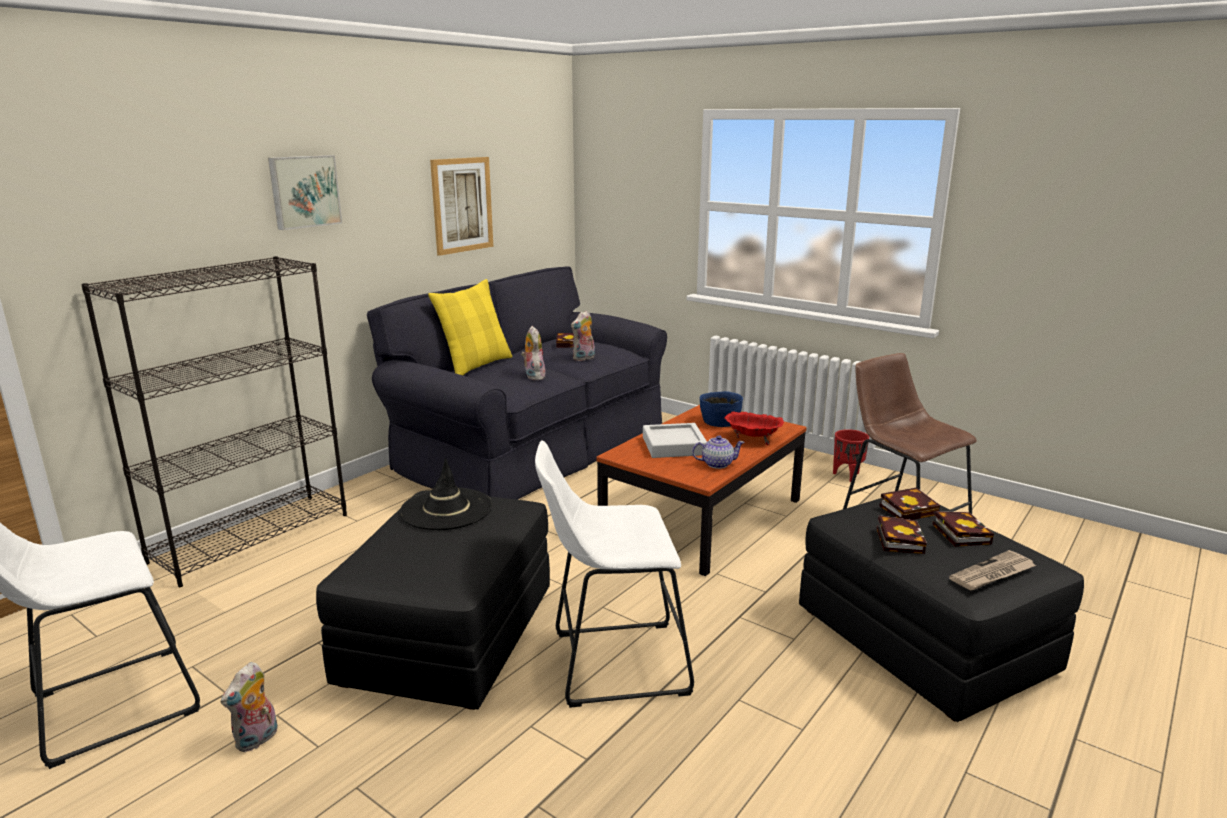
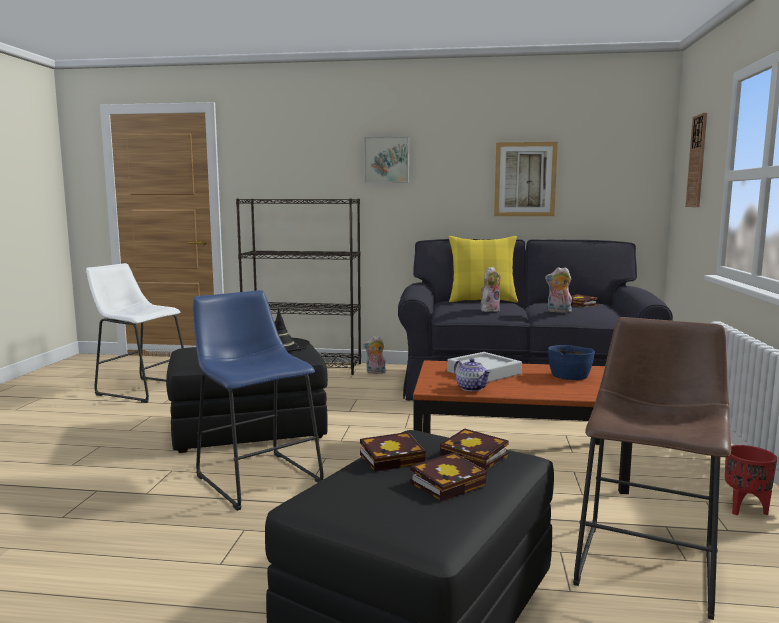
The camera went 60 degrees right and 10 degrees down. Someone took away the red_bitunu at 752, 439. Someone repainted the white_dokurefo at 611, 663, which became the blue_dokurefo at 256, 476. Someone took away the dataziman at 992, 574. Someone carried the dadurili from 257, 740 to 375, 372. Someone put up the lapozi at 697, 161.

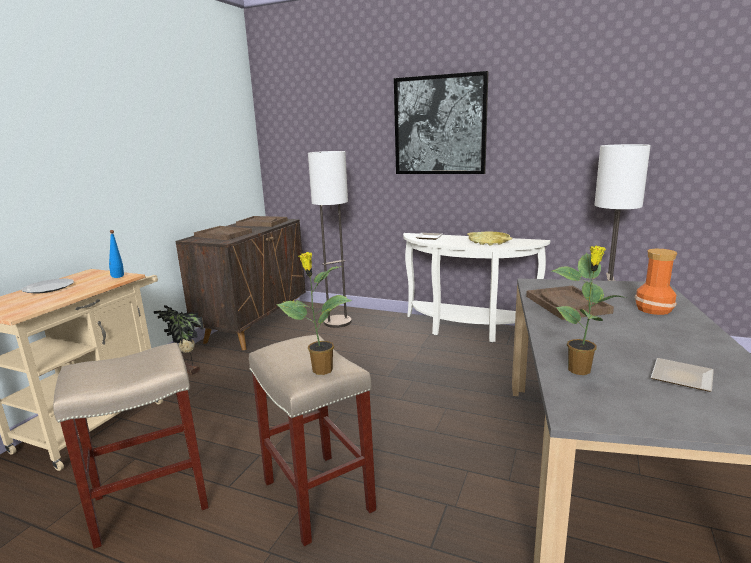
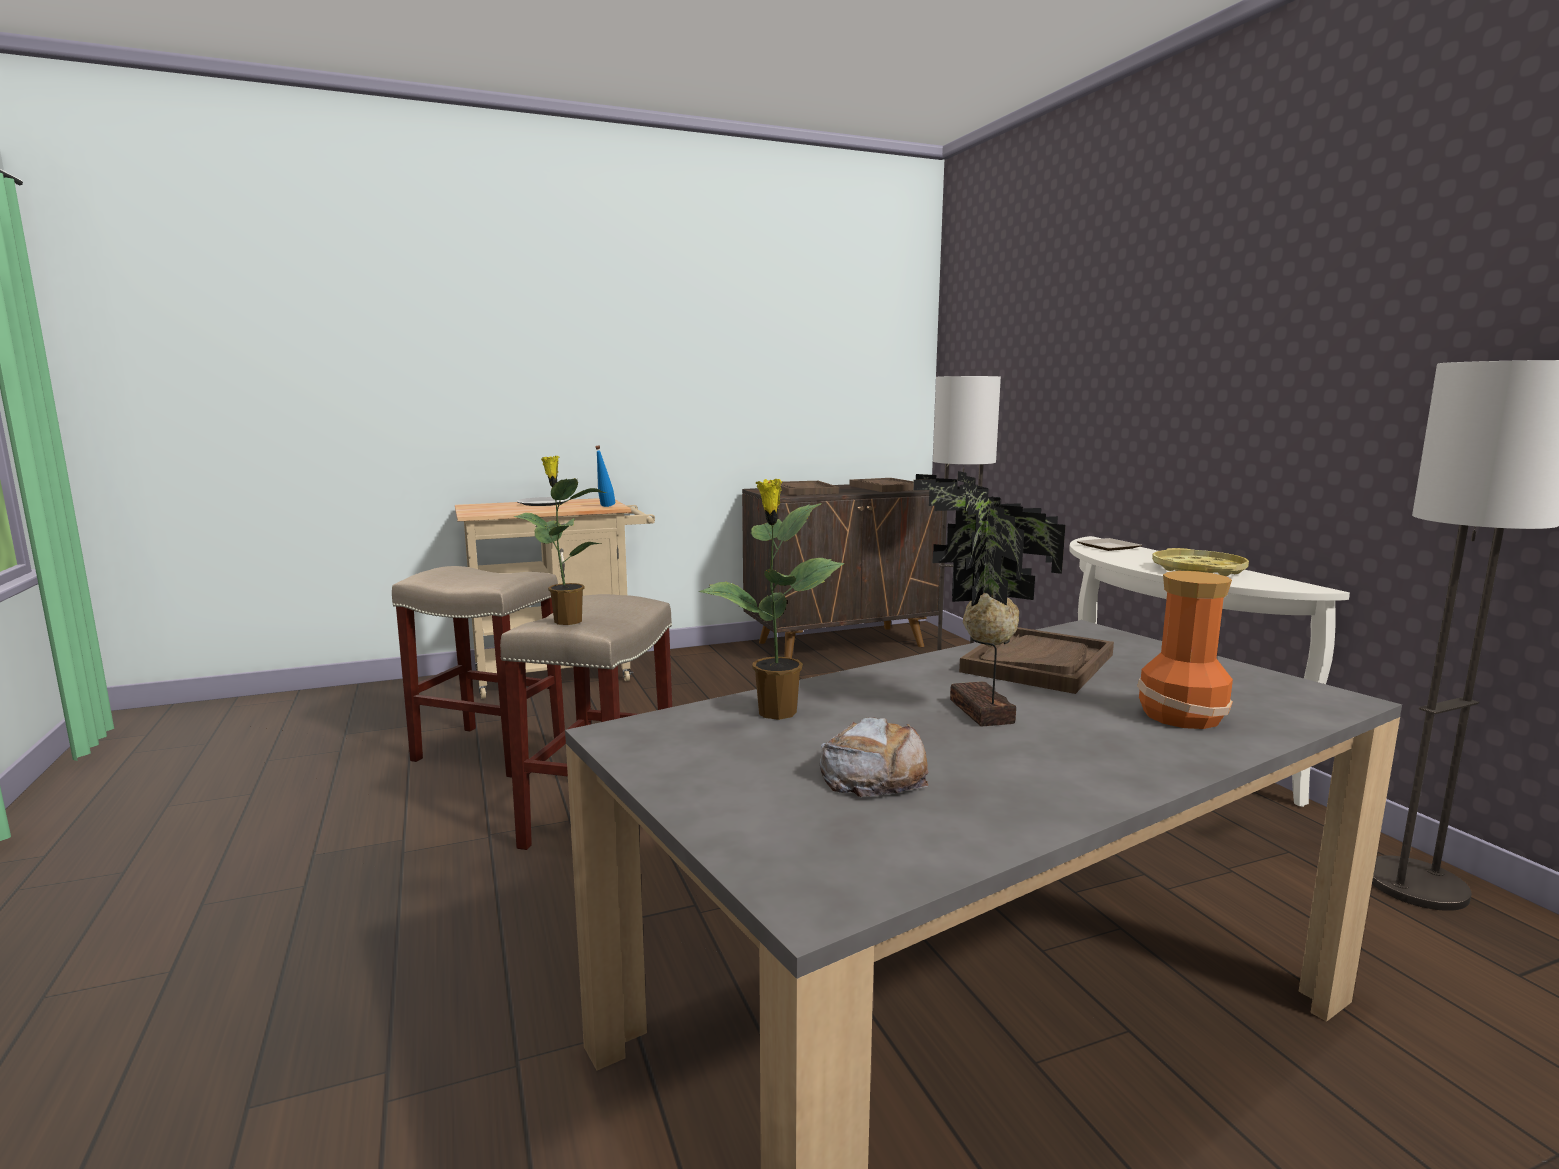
The camera went 45 degrees right and 5 degrees down. Someone took away the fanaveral at 440, 125. Someone carried the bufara from 188, 371 to 977, 713. Someone swapped the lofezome at 679, 378 for the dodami at 874, 774.

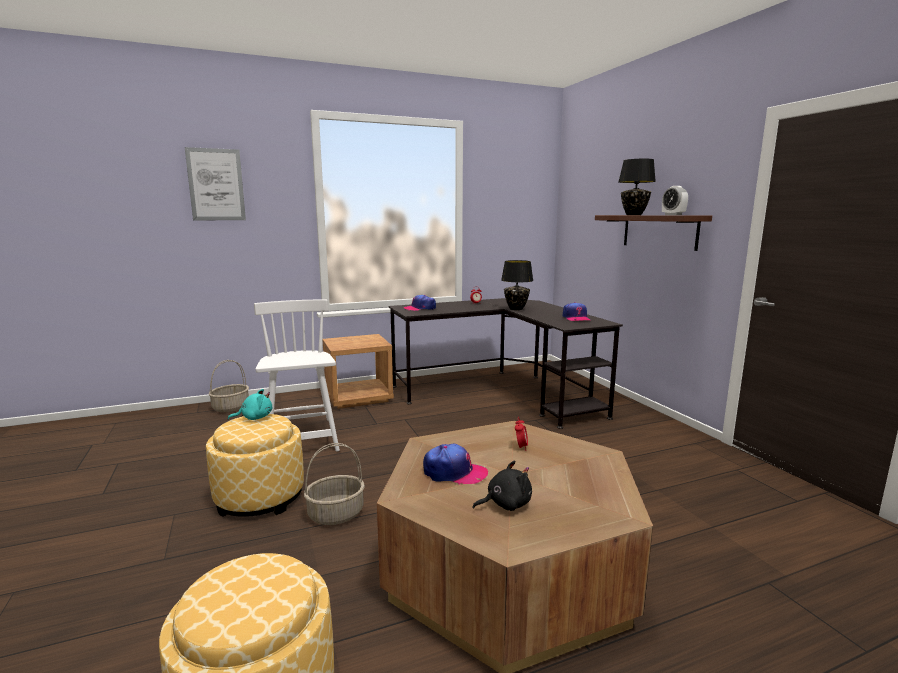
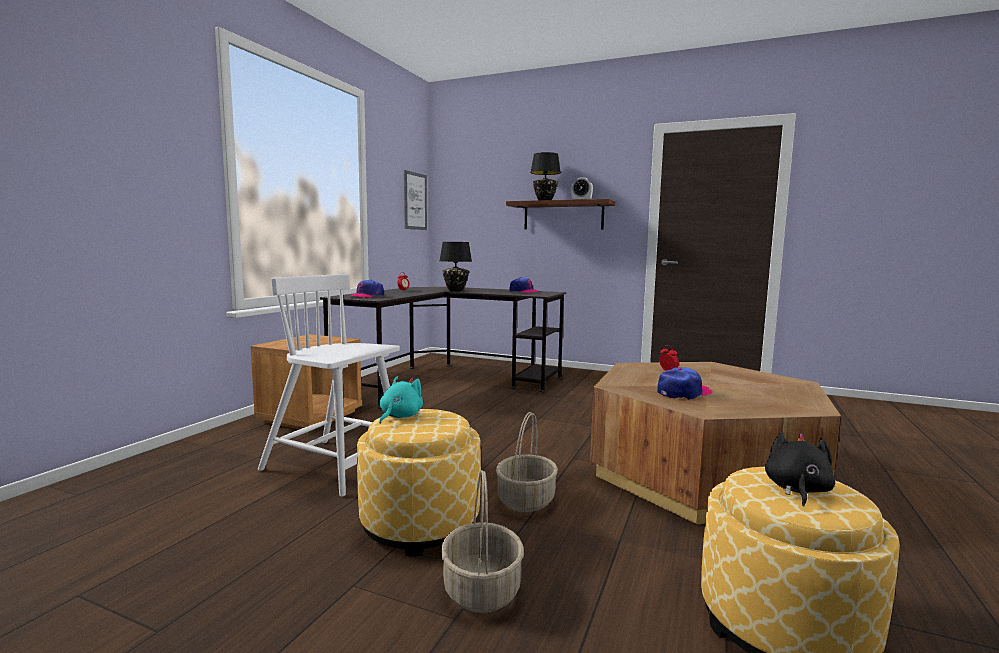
The camera went 45 degrees left and 5 degrees down. Someone carried the fanaveral from 216, 185 to 415, 201. Someone carried the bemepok from 231, 407 to 481, 589. Someone carried the black_dadurili from 505, 504 to 797, 490.

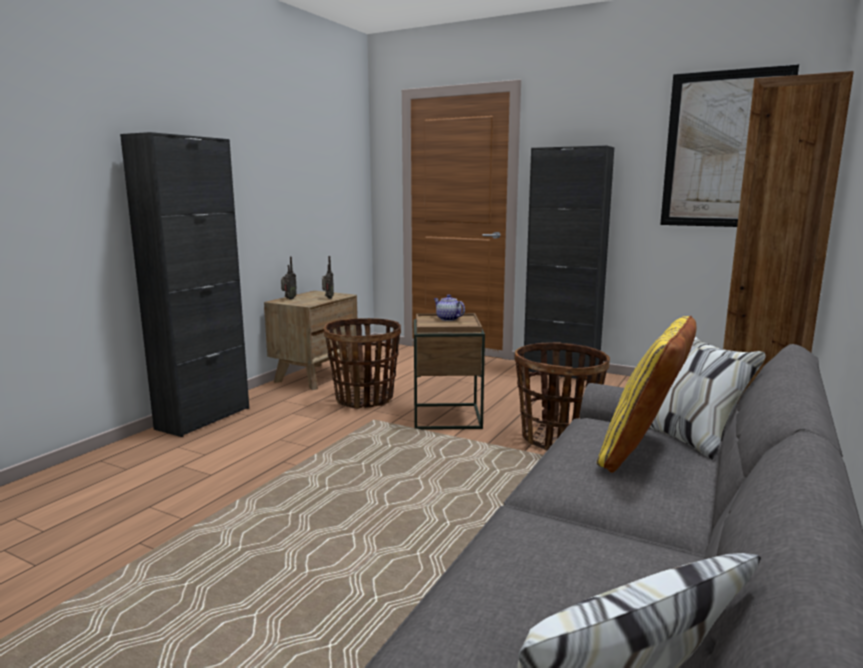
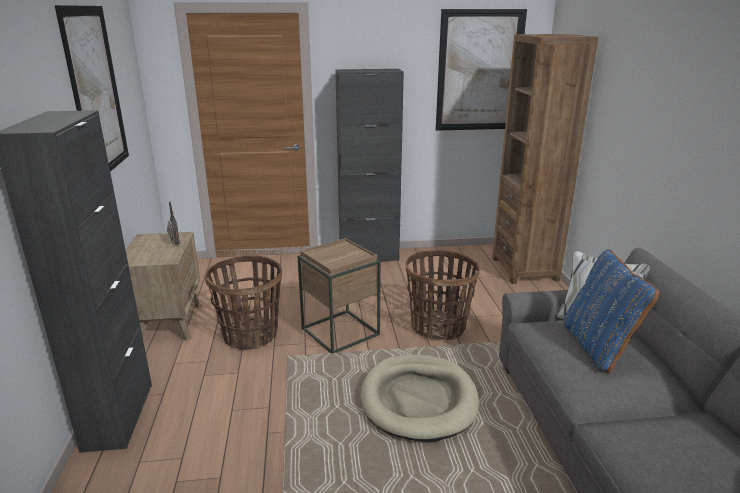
The camera went 35 degrees left and 10 degrees up. Someone took away the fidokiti at 289, 299. Someone took away the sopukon at 448, 319. Someone repainted the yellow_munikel at 643, 451, which became the blue_munikel at 598, 346. Someone put up the fanaveral at 96, 92. Someone put down the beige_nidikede at 418, 400.

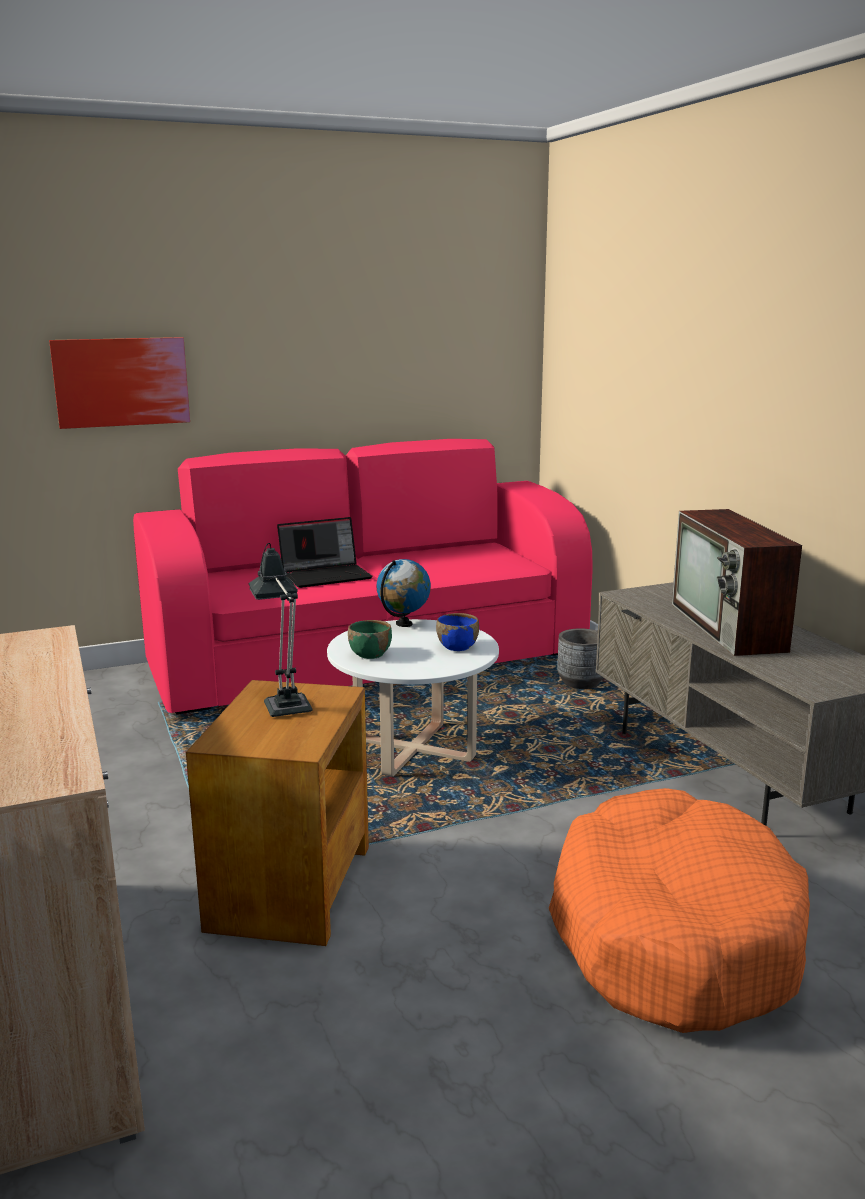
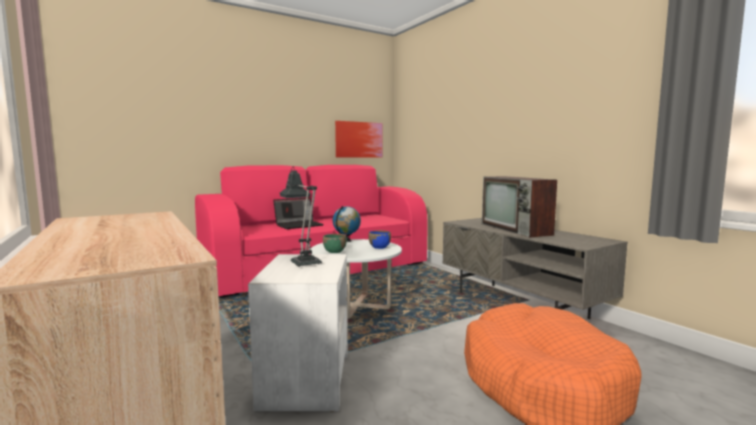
The camera went 10 degrees left and 10 degrees down. Someone carried the fanaveral from 121, 382 to 359, 139. Someone took away the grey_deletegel at 580, 683. Someone repainted the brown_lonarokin at 289, 887, which became the white_lonarokin at 305, 379.

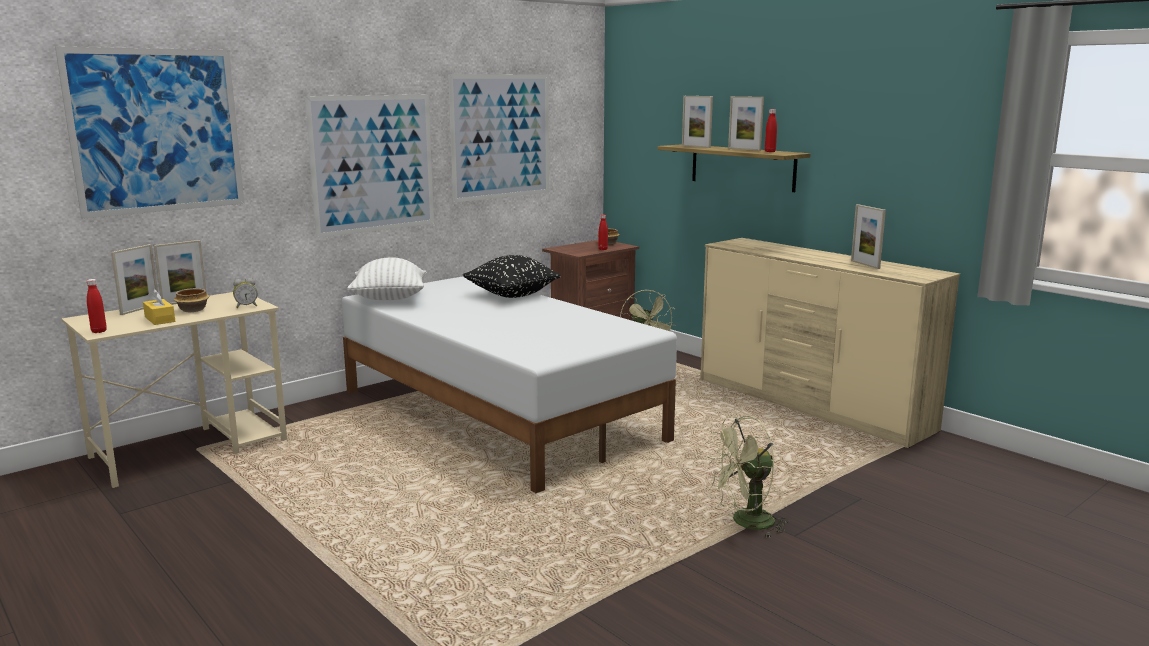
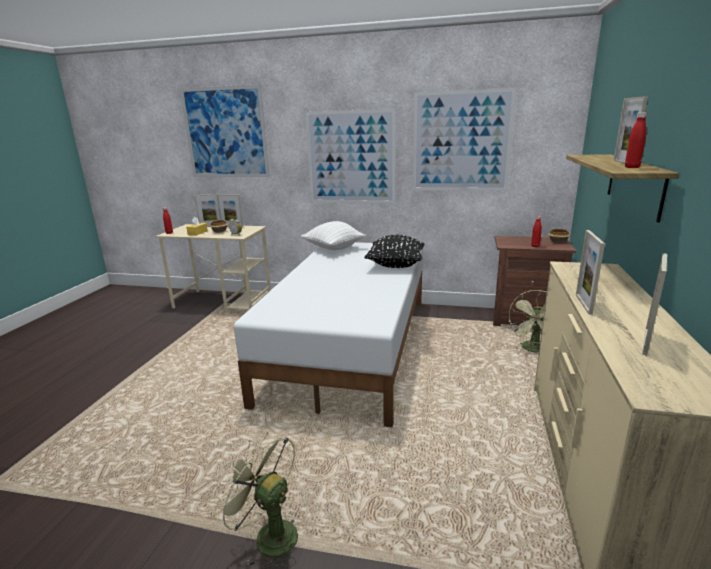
The camera went 55 degrees right and 5 degrees up. Someone carried the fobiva from 696, 146 to 583, 304.

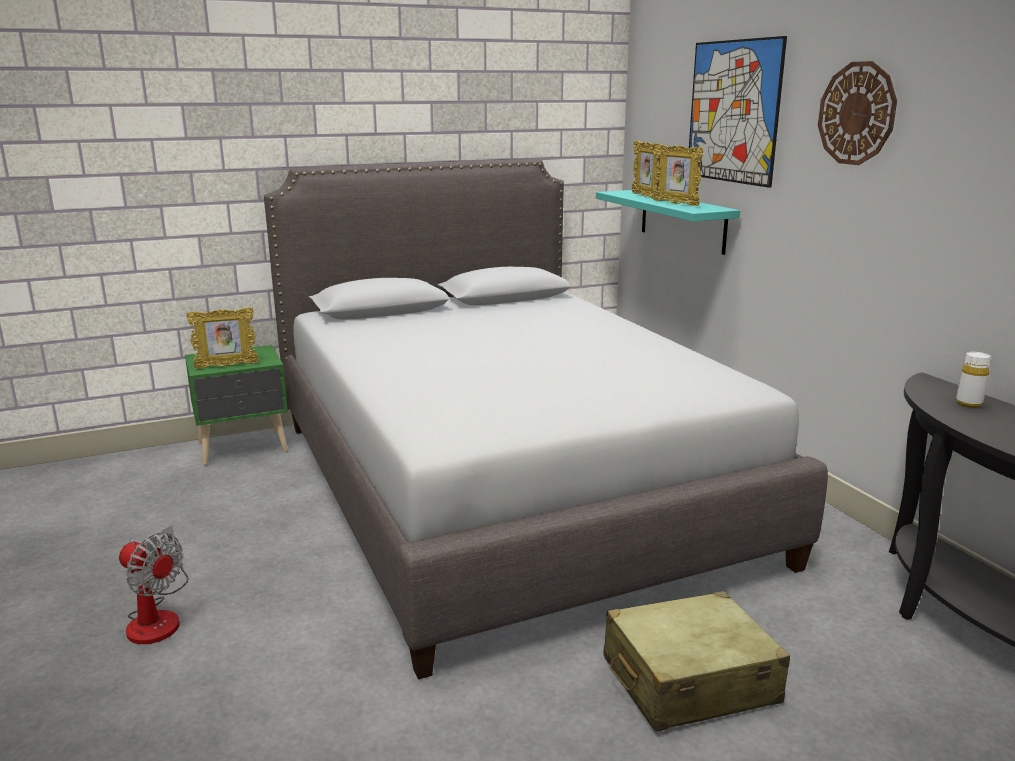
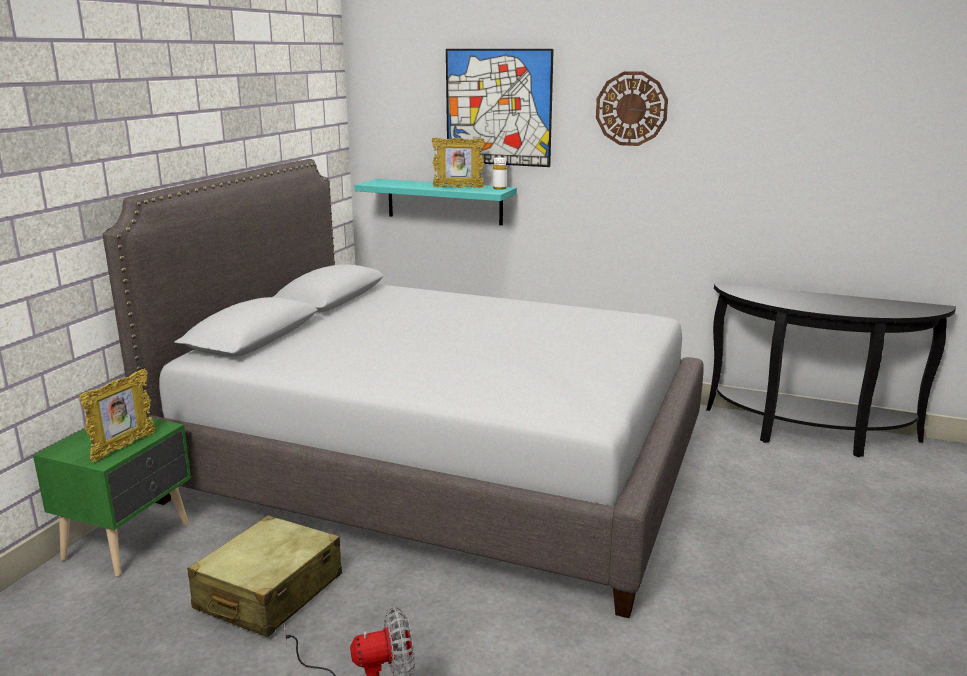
The camera went 45 degrees left and 0 degrees up. Someone took away the fobiva at 645, 196. Someone carried the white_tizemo from 968, 403 to 499, 188. Someone carried the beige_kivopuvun from 689, 681 to 269, 593.

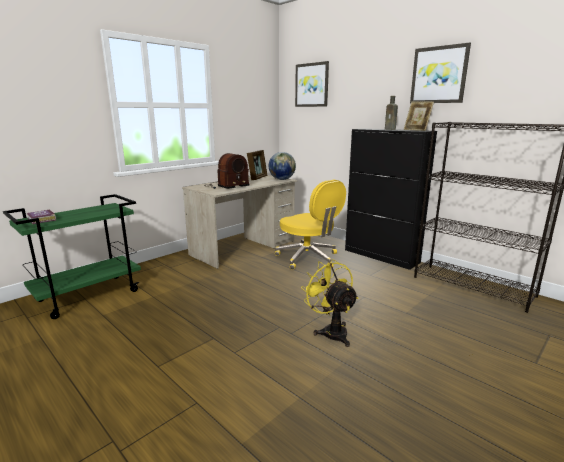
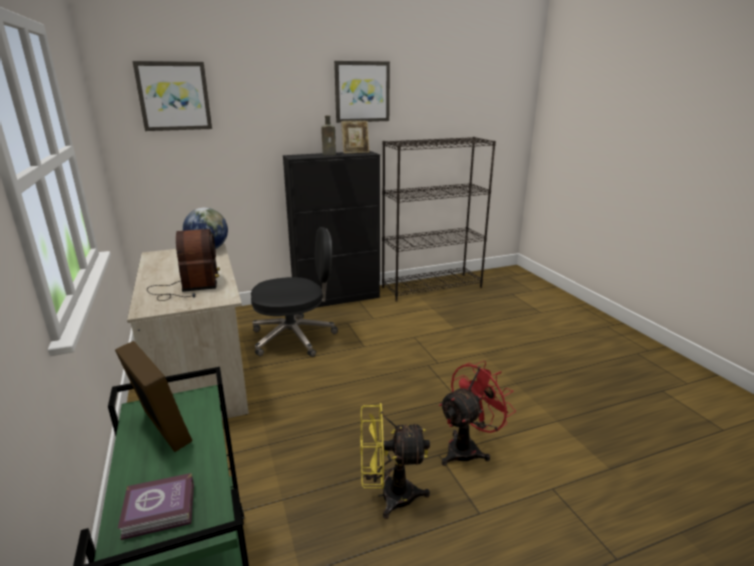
The camera went 65 degrees left and 5 degrees up. Someone carried the fobiva from 257, 178 to 161, 429. Someone repainted the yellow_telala at 308, 258, which became the black_telala at 295, 337. Someone carried the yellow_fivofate from 331, 331 to 388, 496. Someone put down the red_fivofate at 468, 448.

